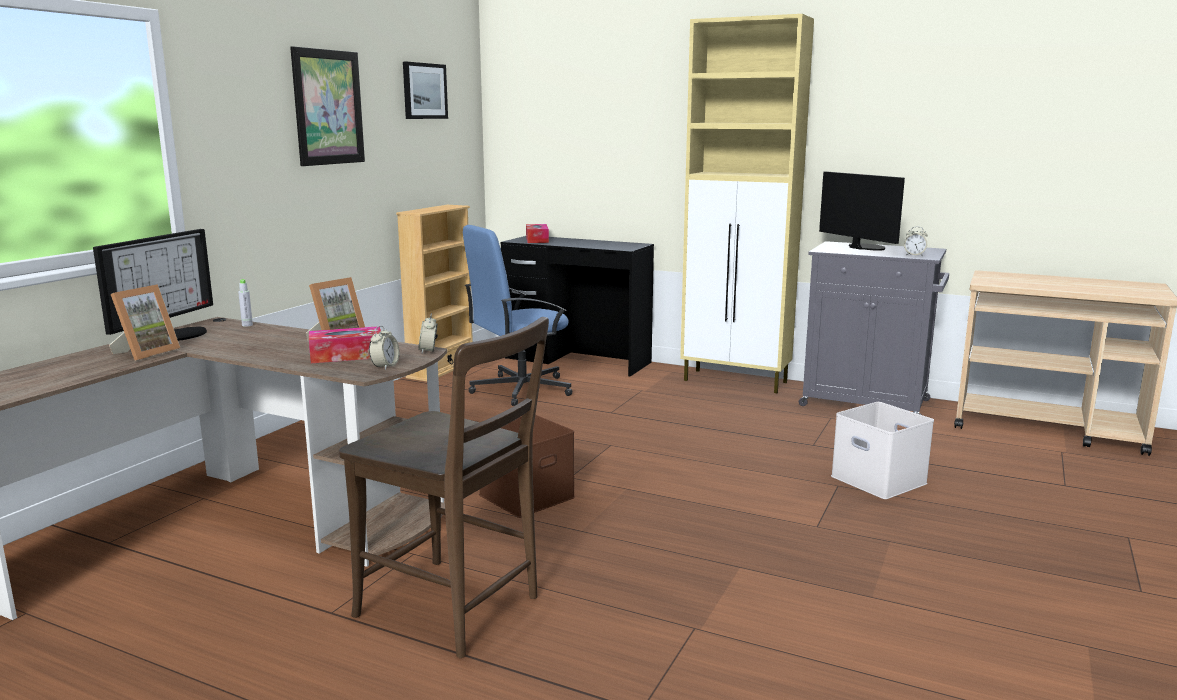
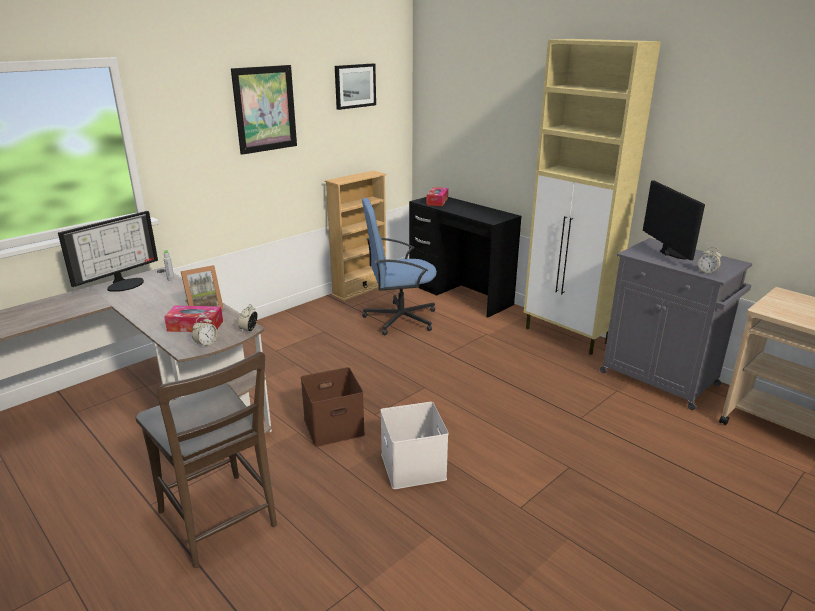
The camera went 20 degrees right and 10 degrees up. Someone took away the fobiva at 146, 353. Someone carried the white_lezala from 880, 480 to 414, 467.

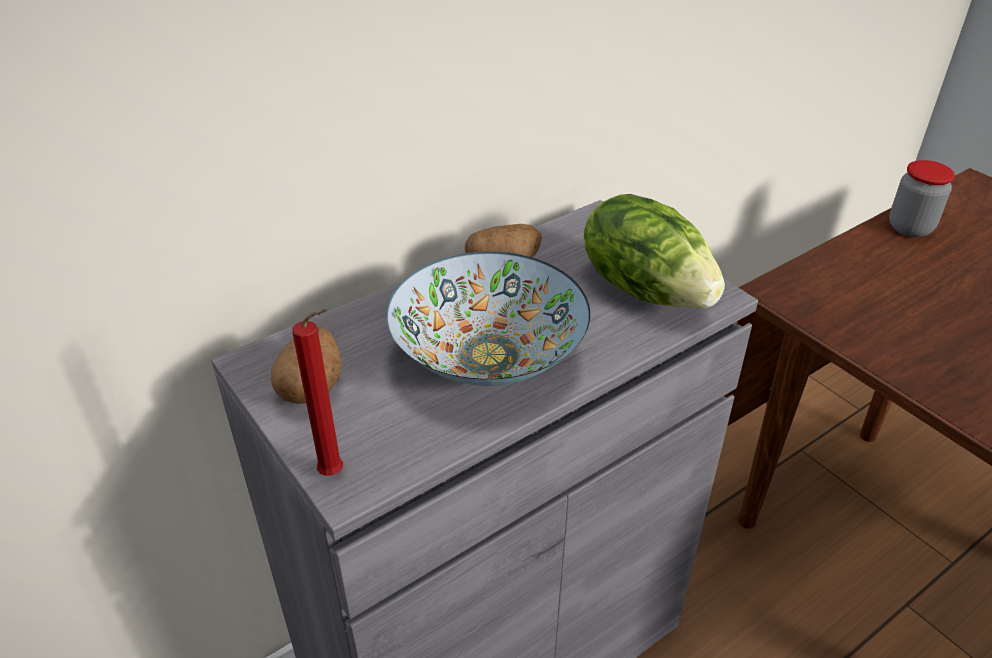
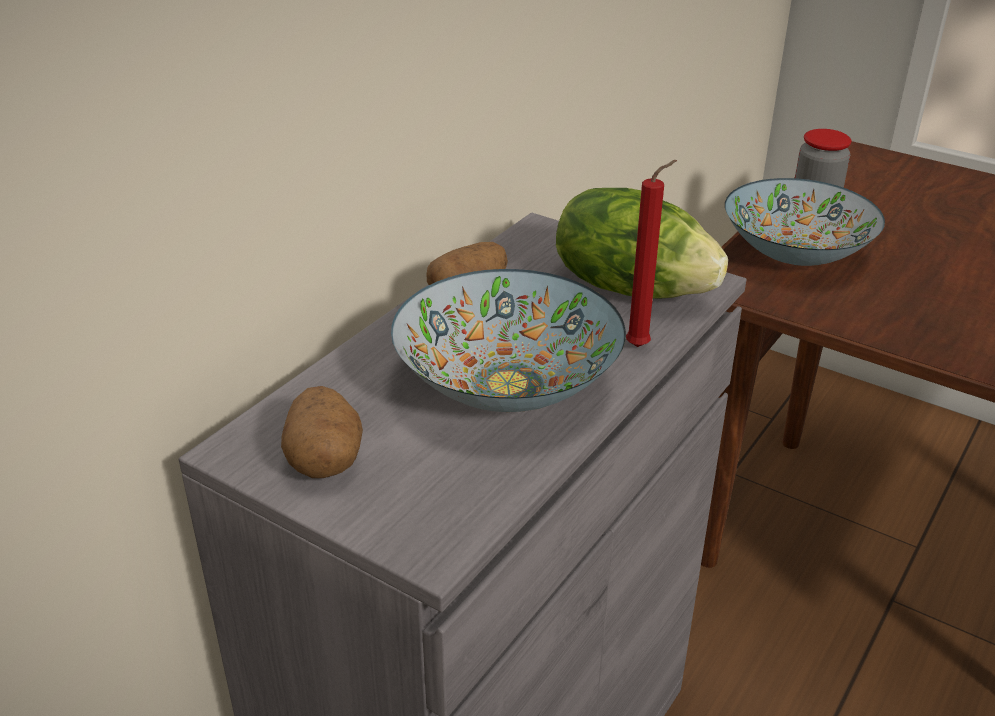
The camera went 20 degrees left and 5 degrees down. Someone carried the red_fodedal from 335, 473 to 641, 346. Someone put down the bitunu at 796, 254.

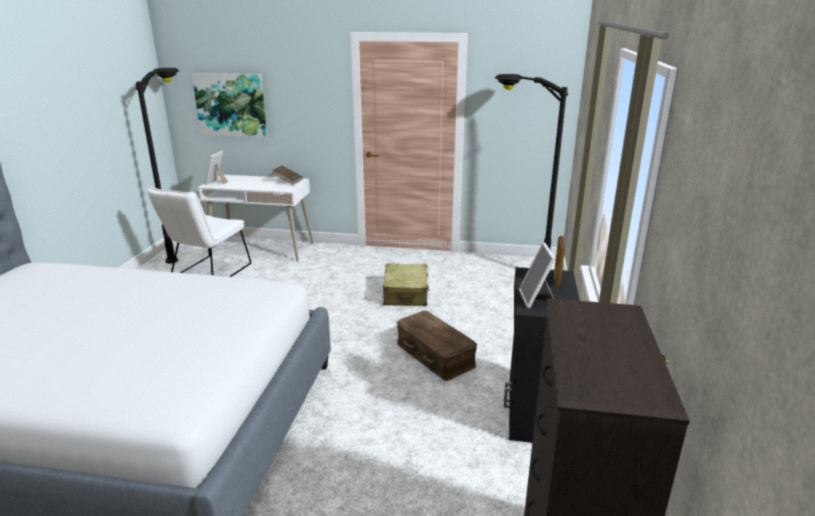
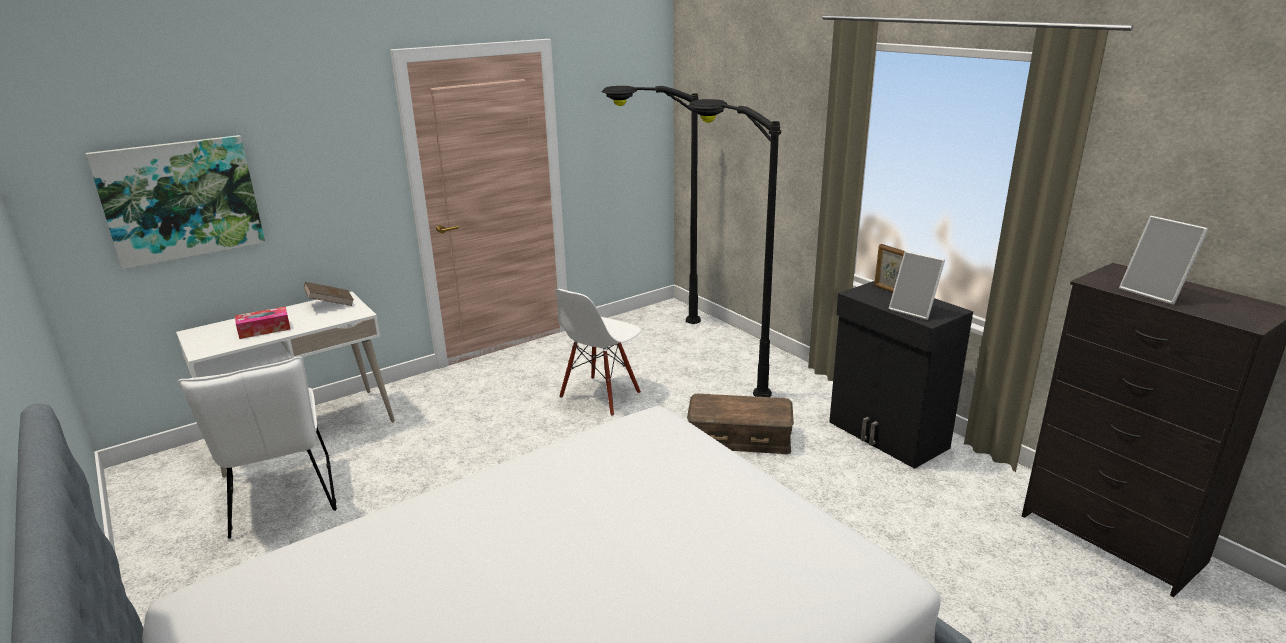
The camera went 45 degrees left and 0 degrees up. Someone carried the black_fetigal from 188, 246 to 720, 374. Someone carried the fobiva from 217, 182 to 1155, 293. Someone swapped the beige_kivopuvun at 405, 294 for the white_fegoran at 600, 396. Someone put down the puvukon at 264, 329.

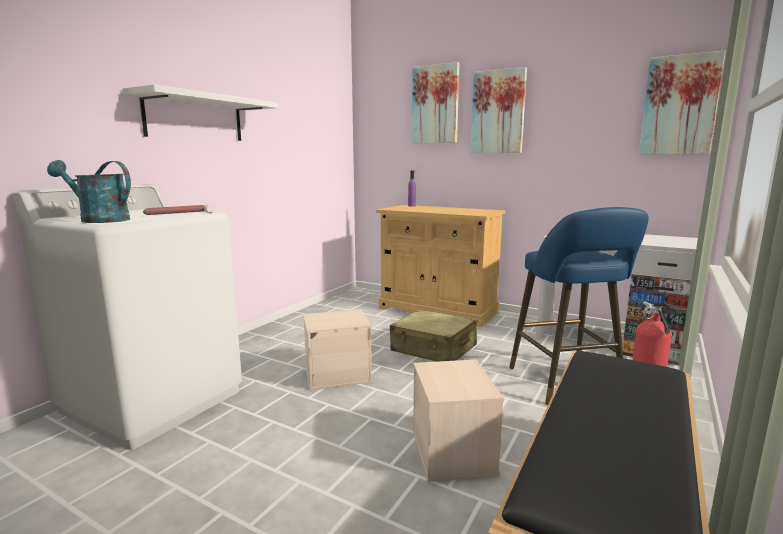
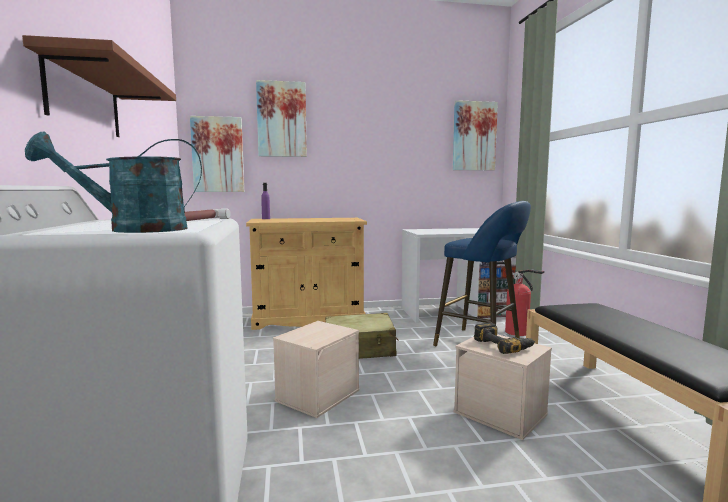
The camera went 40 degrees left and 5 degrees down. Someone carried the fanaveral from 498, 112 to 218, 154. Someone repainted the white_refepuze at 195, 118, which became the brown_refepuze at 85, 99. Someone put down the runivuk at 504, 345.

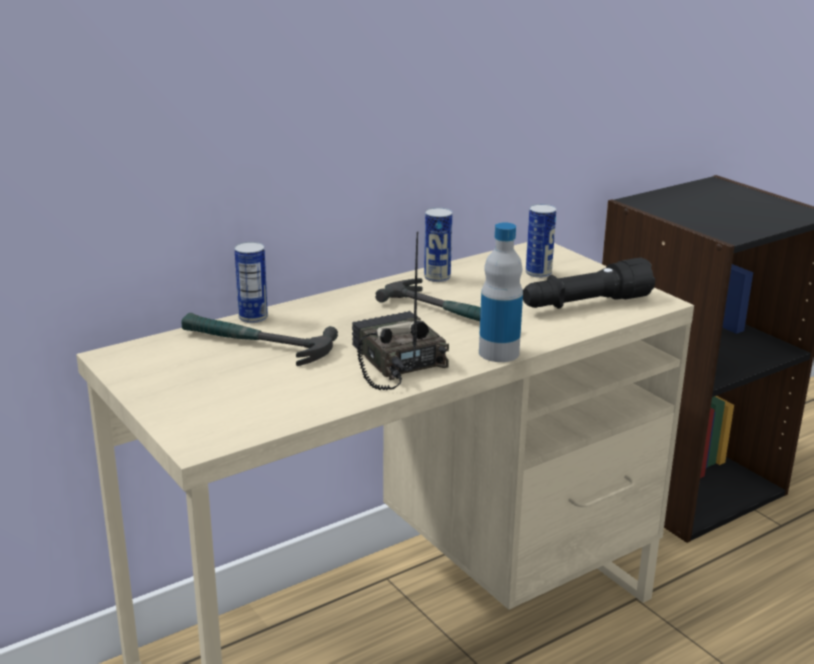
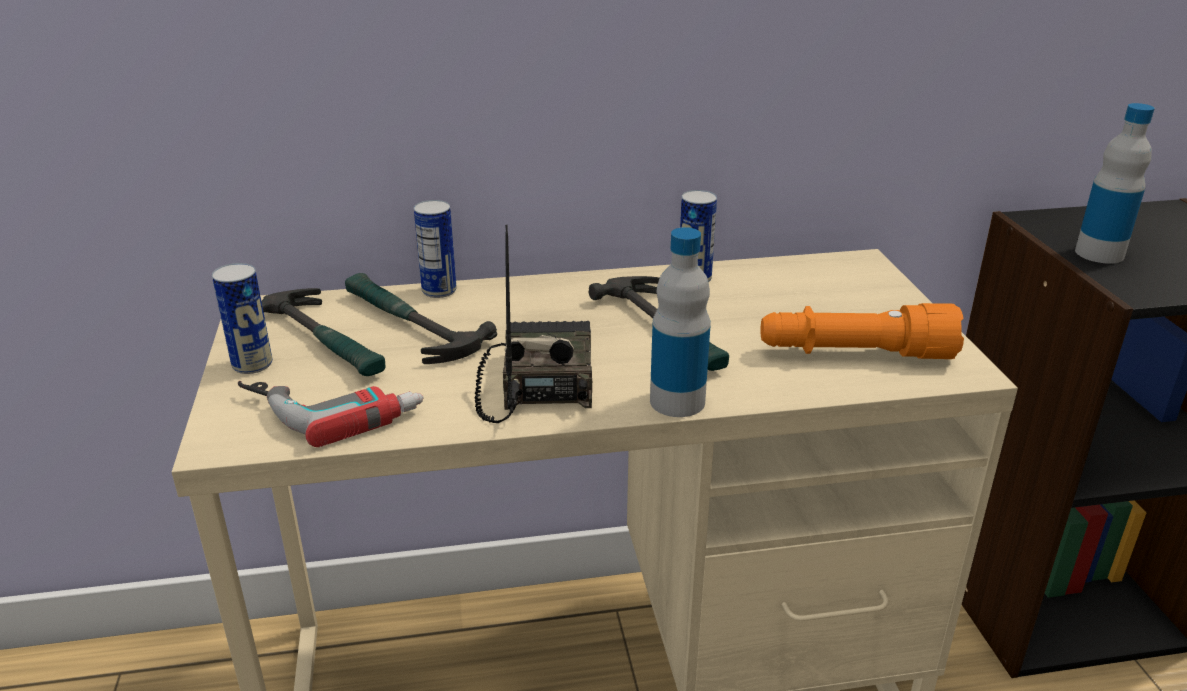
The camera went 25 degrees right and 5 degrees up. Someone carried the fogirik from 538, 273 to 252, 364. Someone repainted the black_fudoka at 584, 304, which became the orange_fudoka at 854, 354. Someone put down the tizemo at 1099, 253. Someone put down the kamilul at 326, 341. Someone put down the runivuk at 332, 404.

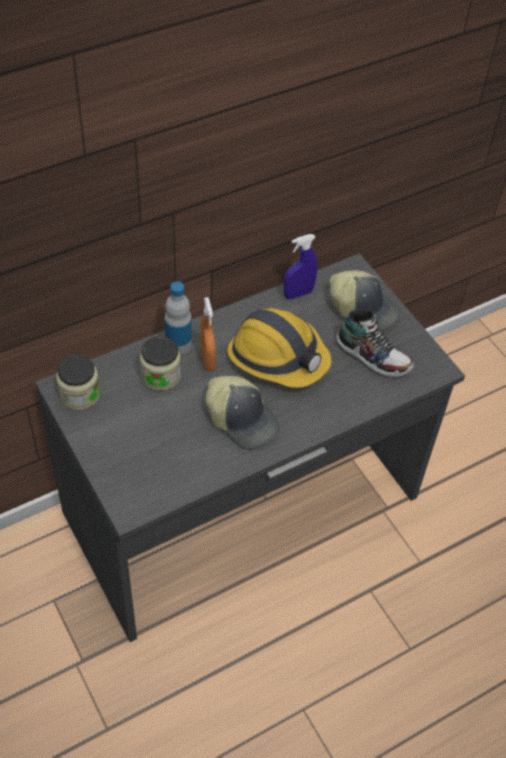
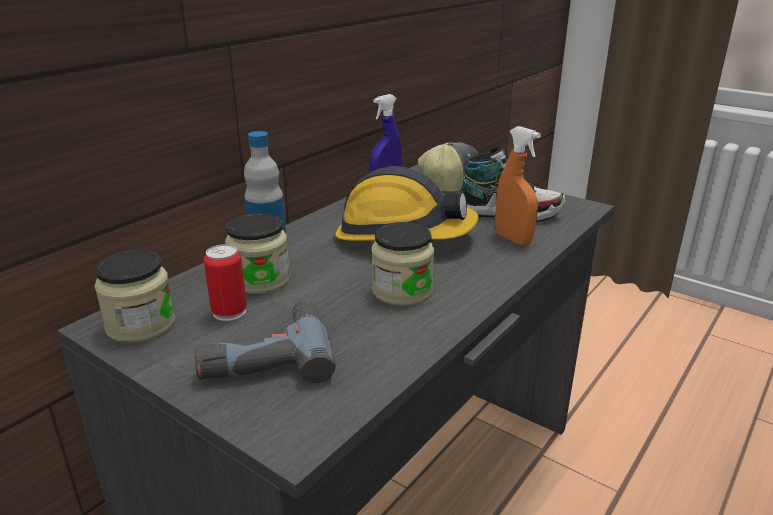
The camera went 20 degrees left and 25 degrees down. Someone carried the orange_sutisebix from 207, 360 to 513, 239. Someone swapped the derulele at 242, 419 for the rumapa at 402, 291. Someone put down the fogirik at 229, 312. Someone put down the runivuk at 265, 354.

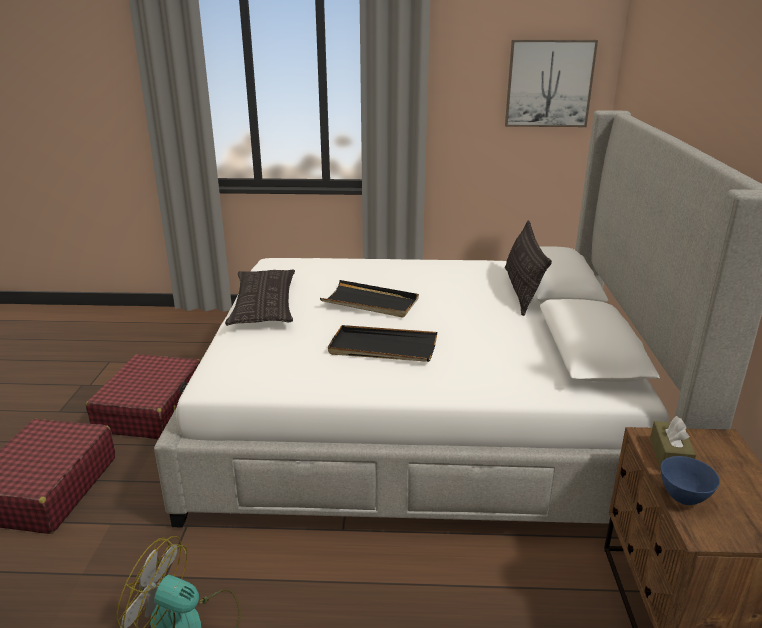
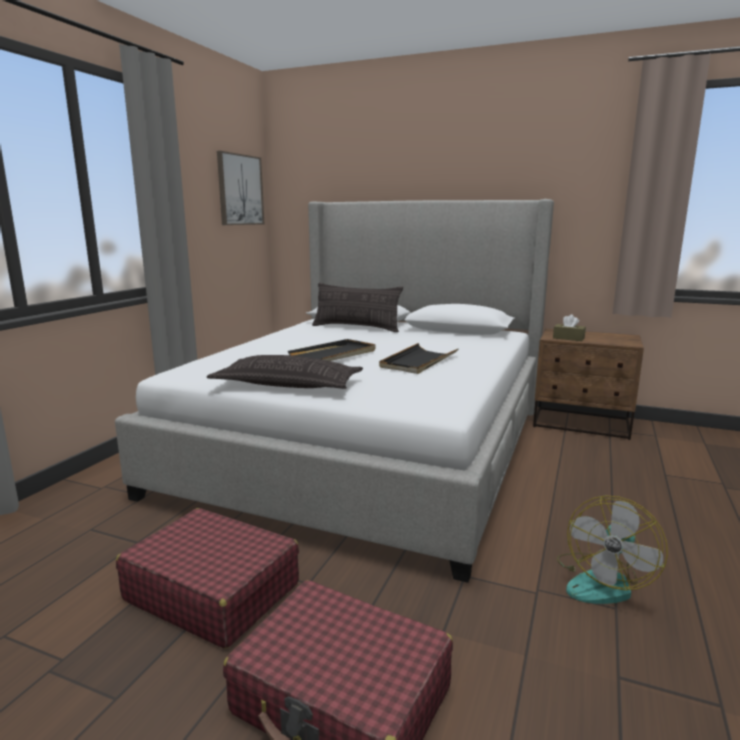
The camera went 70 degrees left and 10 degrees down. Someone took away the blue_bitunu at 684, 498.

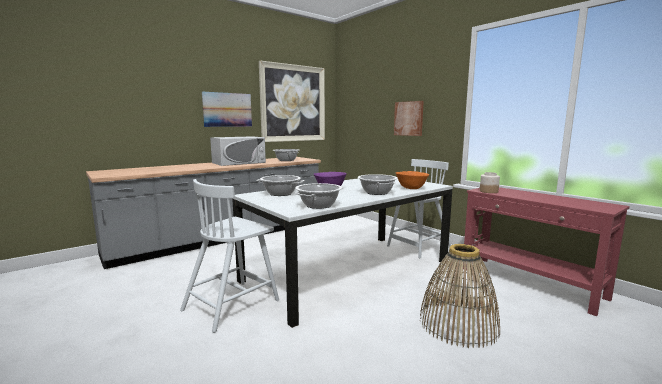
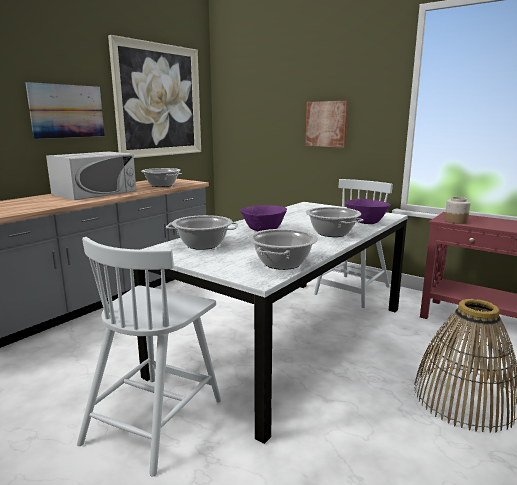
The camera went 15 degrees left and 5 degrees up. Someone repainted the orange_bitunu at 411, 188, which became the purple_bitunu at 365, 223.

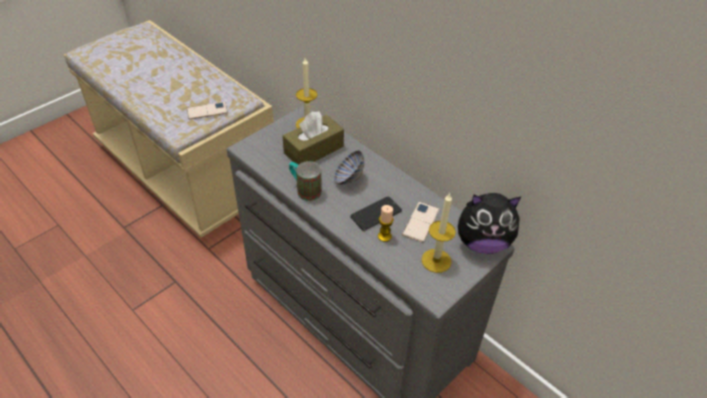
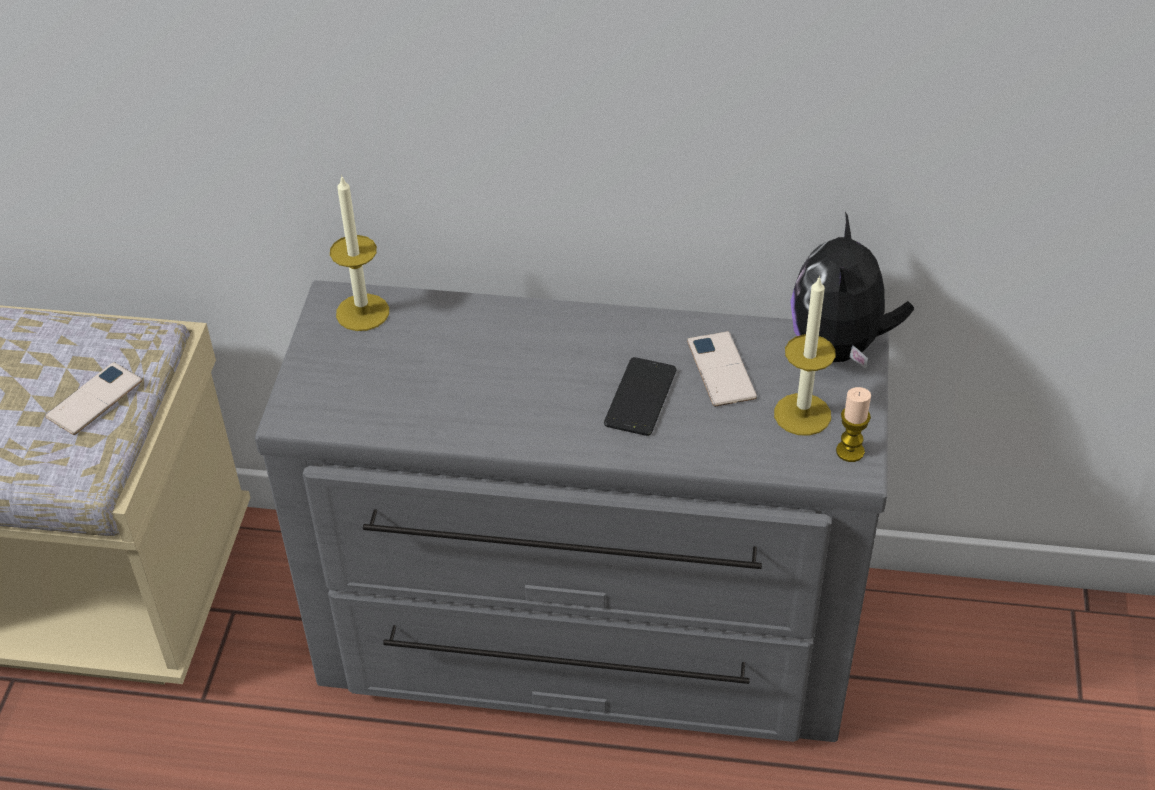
The camera went 35 degrees left and 0 degrees up. Someone took away the brown_puvukon at 314, 150. Someone took away the bitunu at 348, 178. Someone took away the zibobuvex at 305, 190. Someone rotated the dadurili at 482, 242 by 135 degrees clockwise. Someone carried the fodedal from 384, 236 to 850, 451.

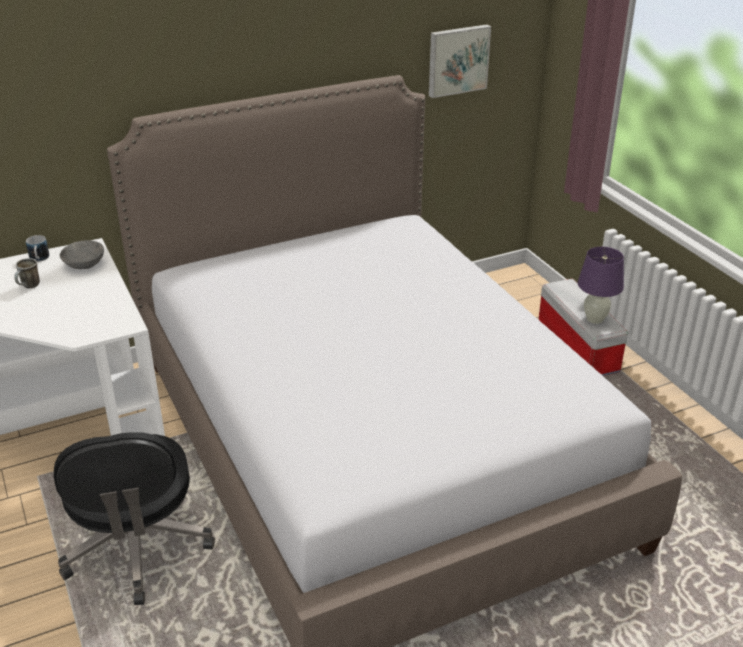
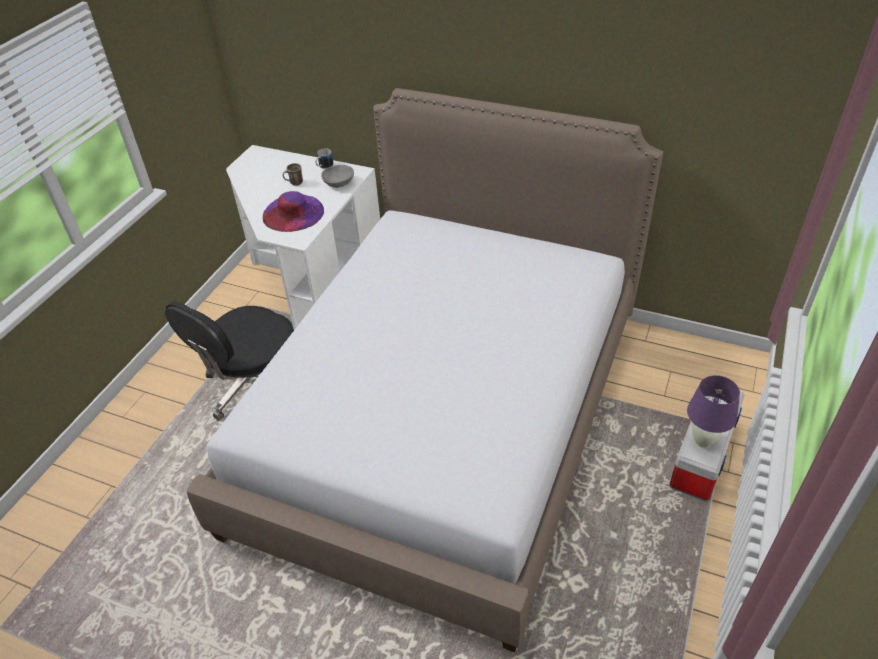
The camera went 50 degrees right and 10 degrees up. Someone took away the fanaveral at 457, 60. Someone put down the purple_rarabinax at 293, 213.

